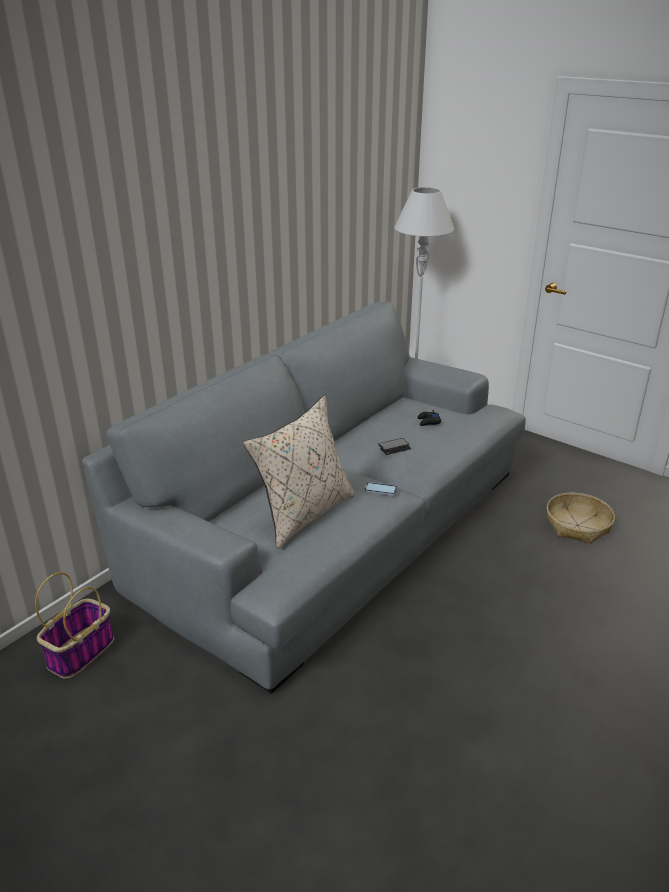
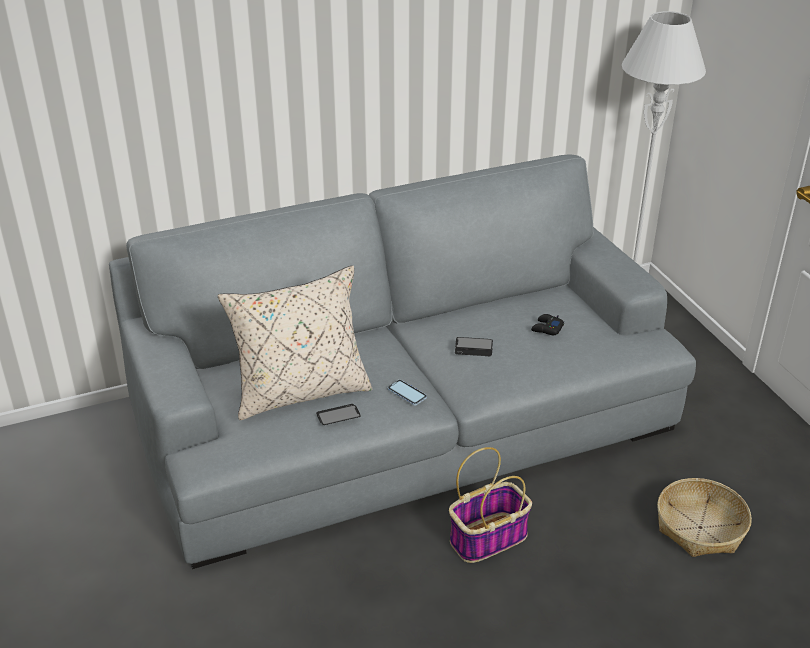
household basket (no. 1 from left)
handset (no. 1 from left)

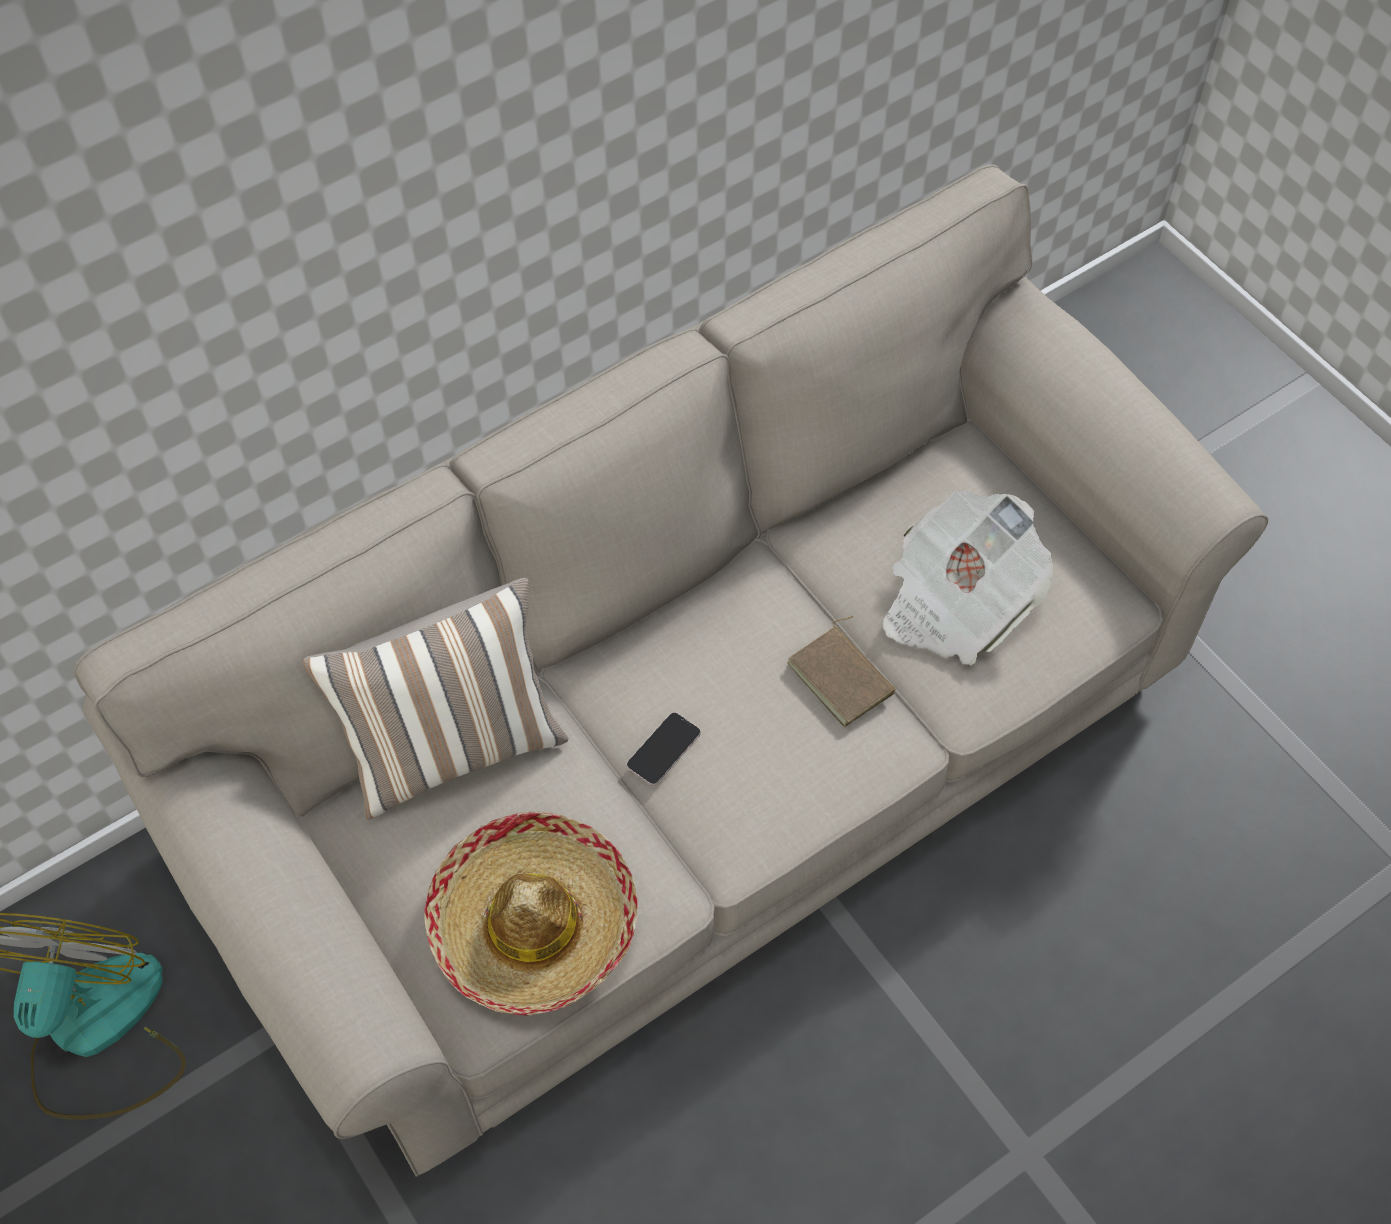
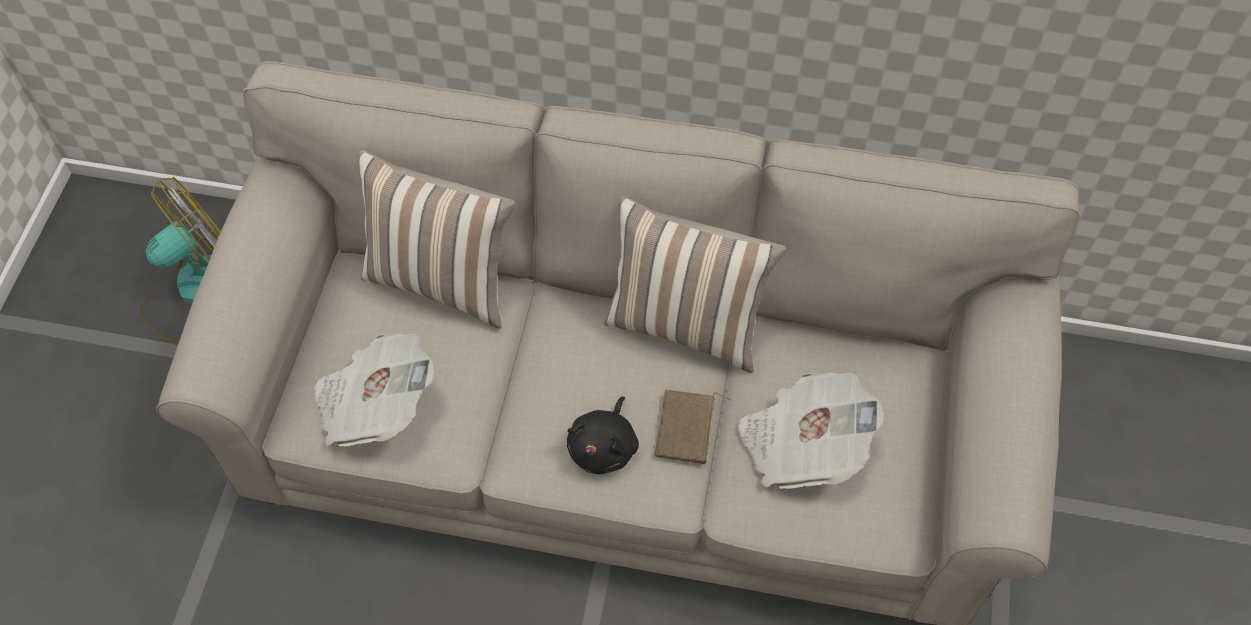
handset
daily paper (no. 1 from left)
cushion (no. 2 from left)
plush toy in black-coloured

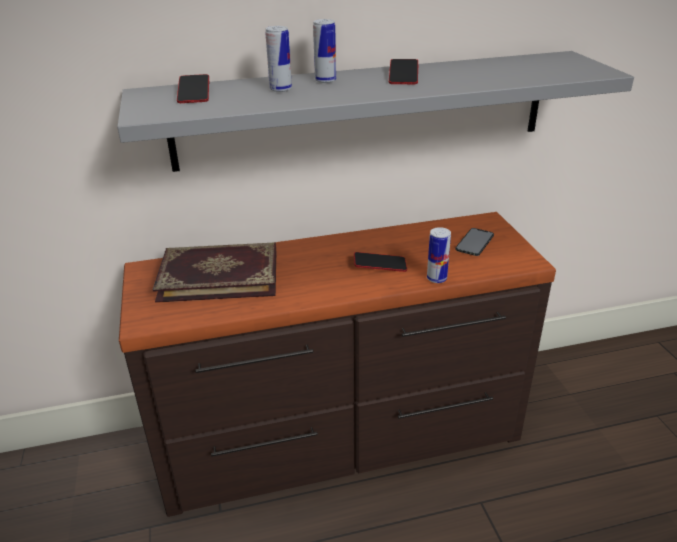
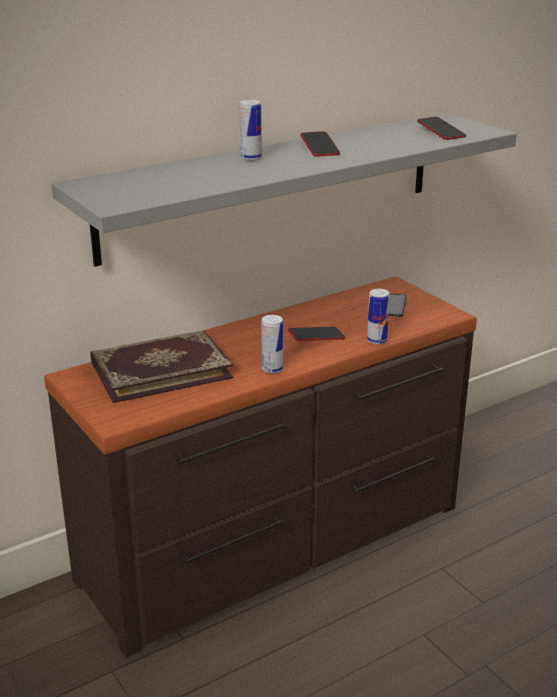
can (no. 2 from left)
handset (no. 4 from left)

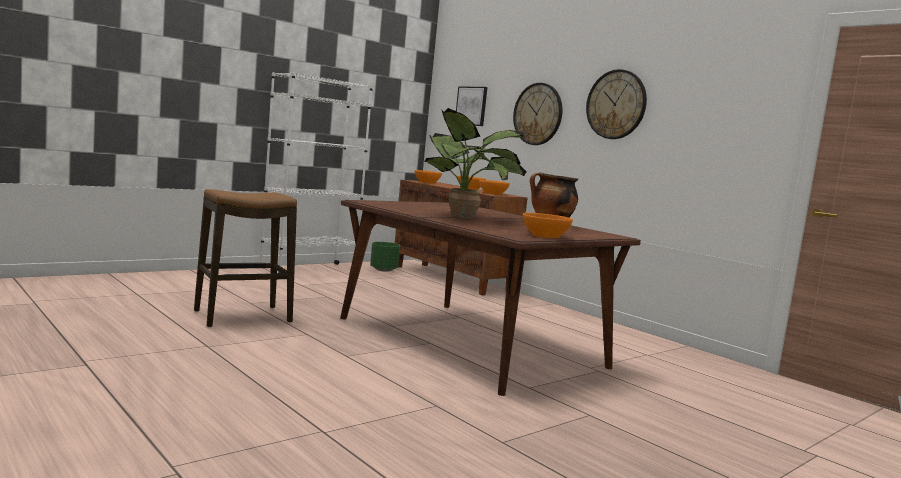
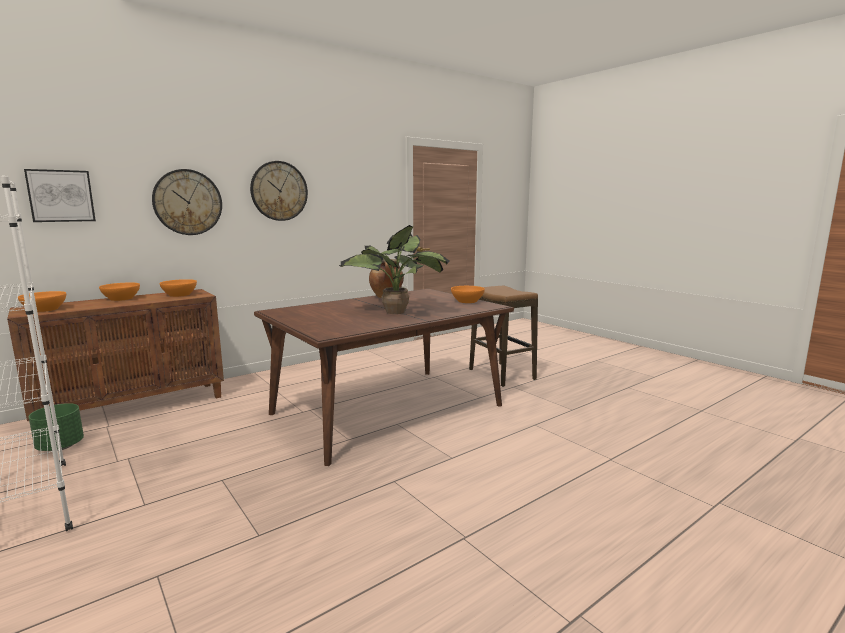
sitting stool

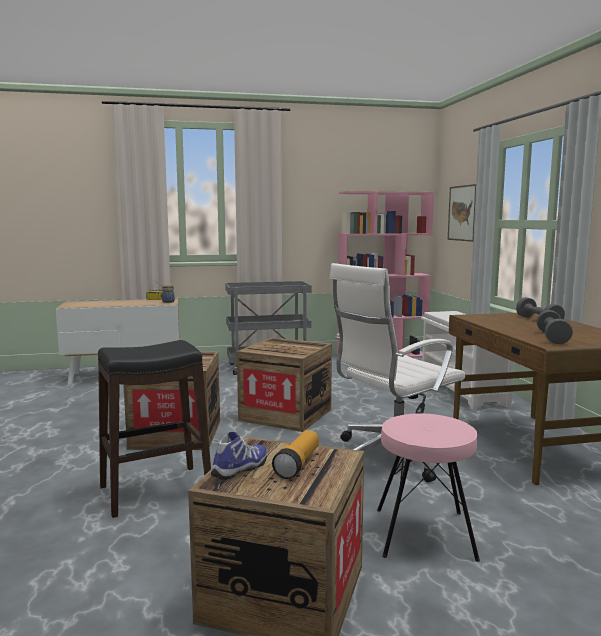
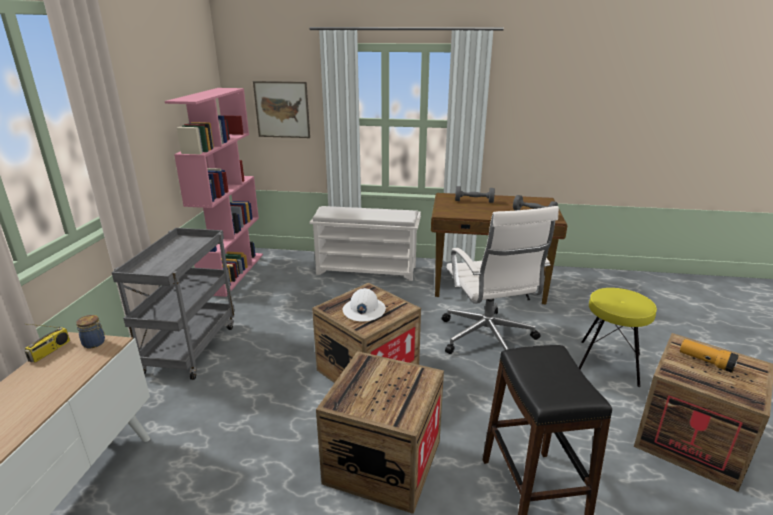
sitting stool in yellowish
shoe
work helmet in white

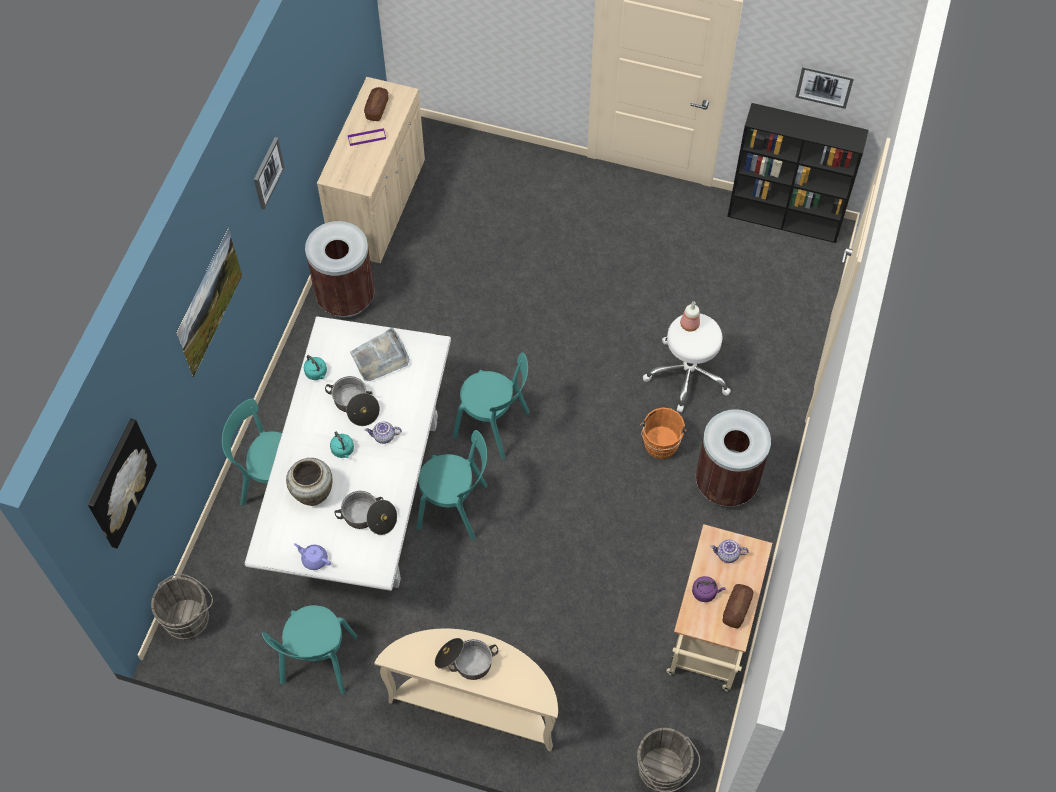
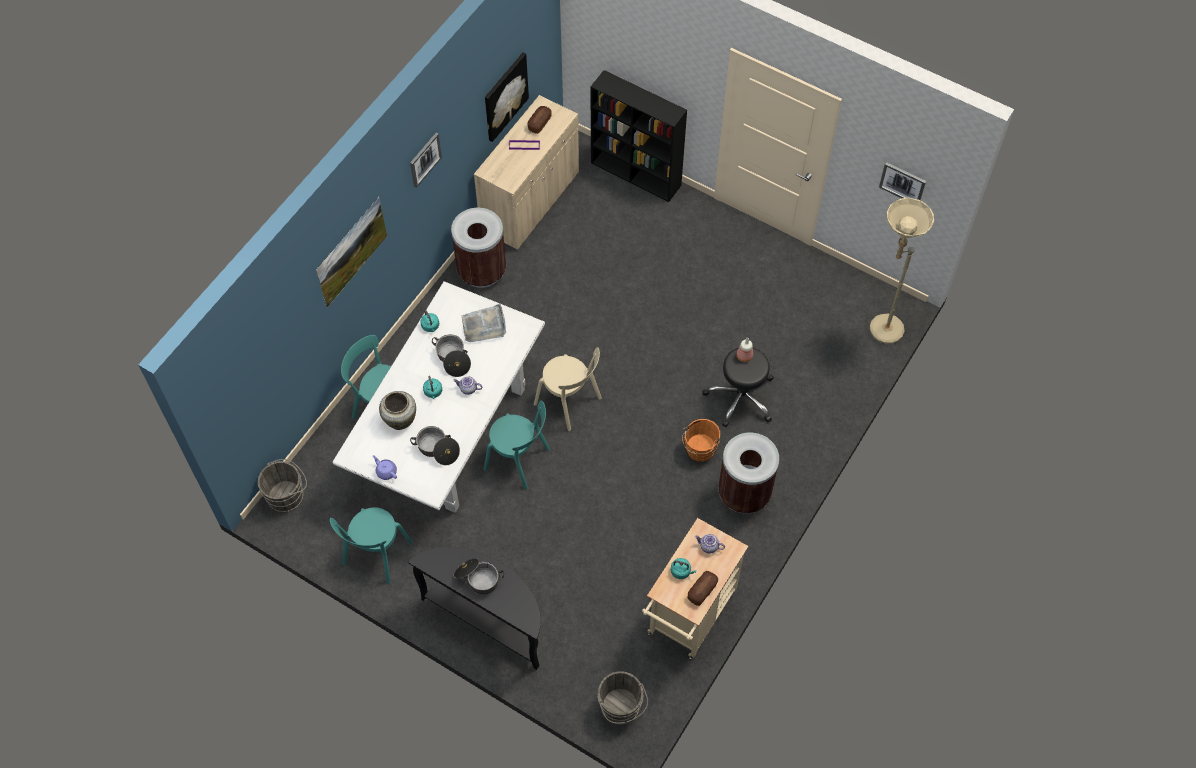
shelving unit in black-coloured
sitting stool in black-coloured
chair in sand-coloured
wall art (no. 3 from left)
kettle in turquoise-coloured (no. 3 from left)
hall table in black-coloured
standard lamp in sand-coloured

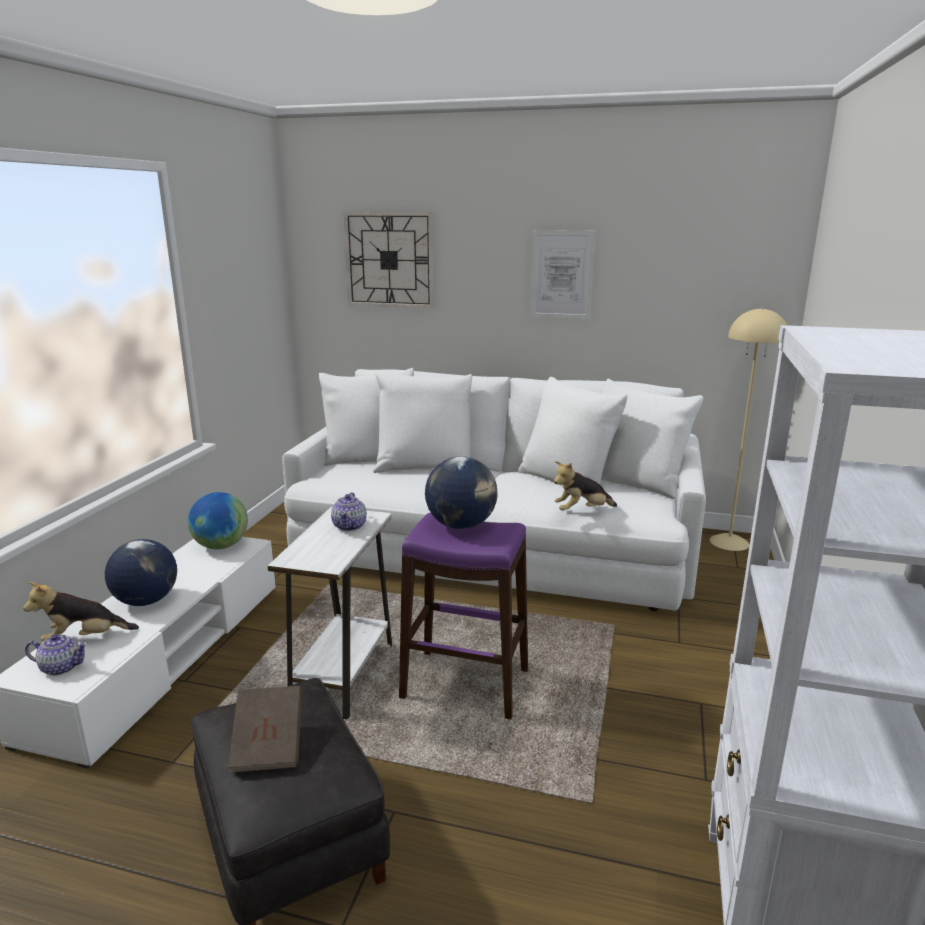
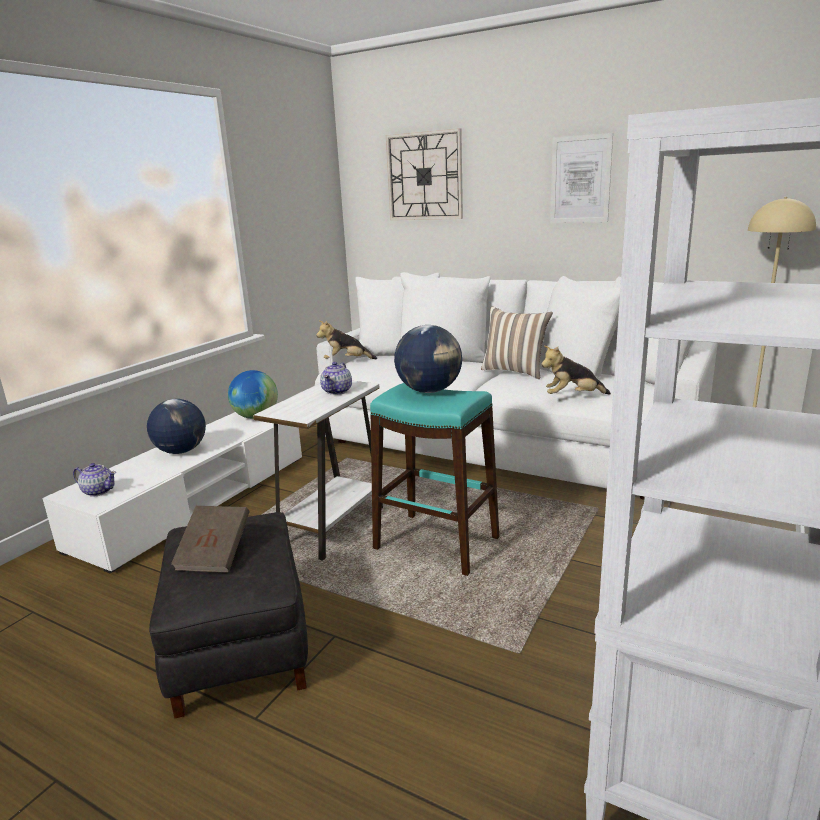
sitting stool in turquoise-coloured
plush toy (no. 1 from left)
cushion

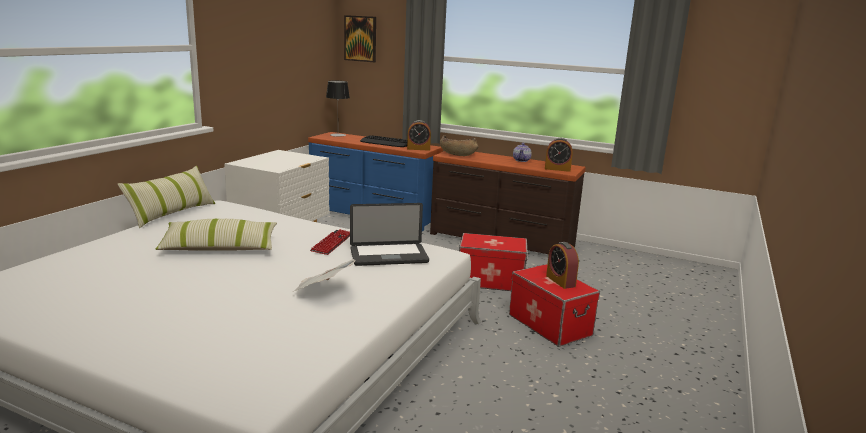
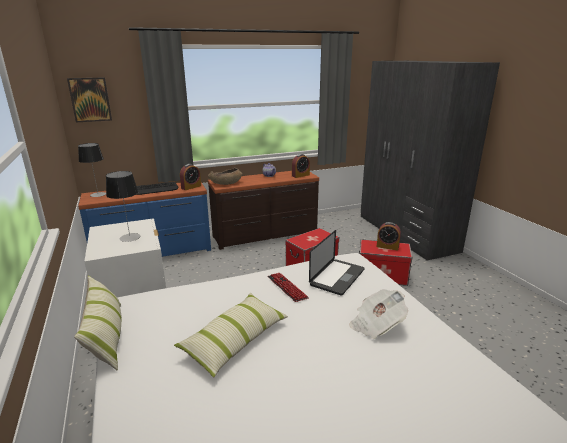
wardrobe in gray
tabletop lamp (no. 2 from left)

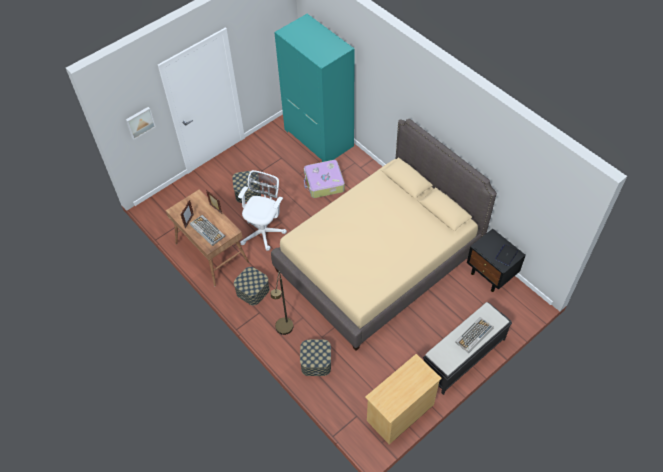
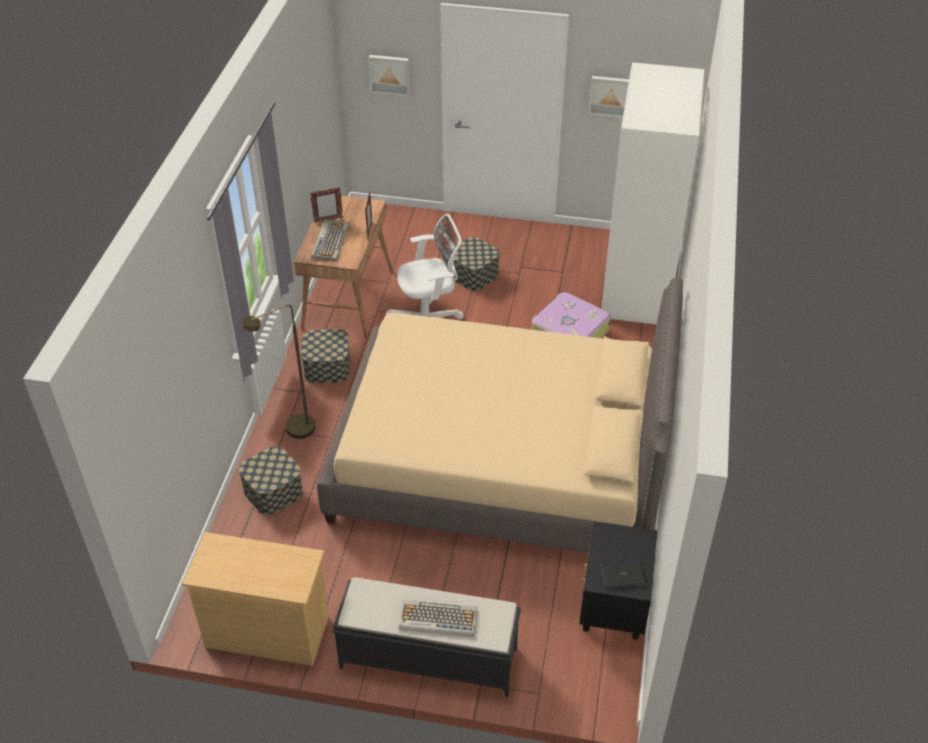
wardrobe in white
wall art (no. 2 from left)

